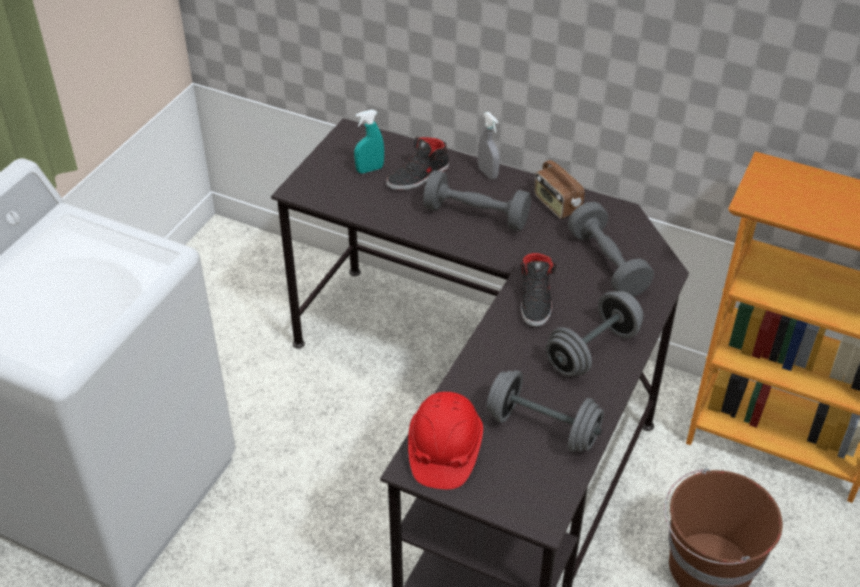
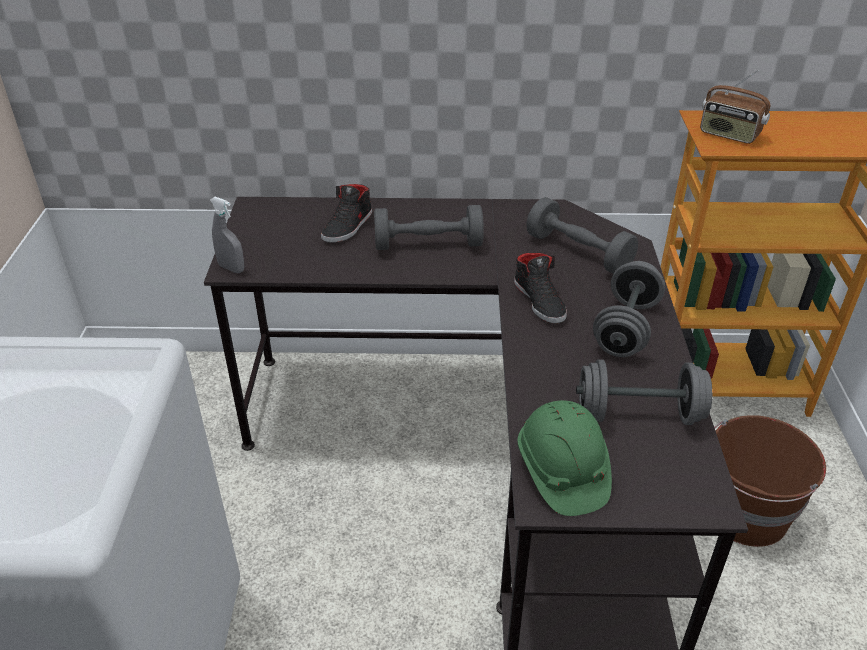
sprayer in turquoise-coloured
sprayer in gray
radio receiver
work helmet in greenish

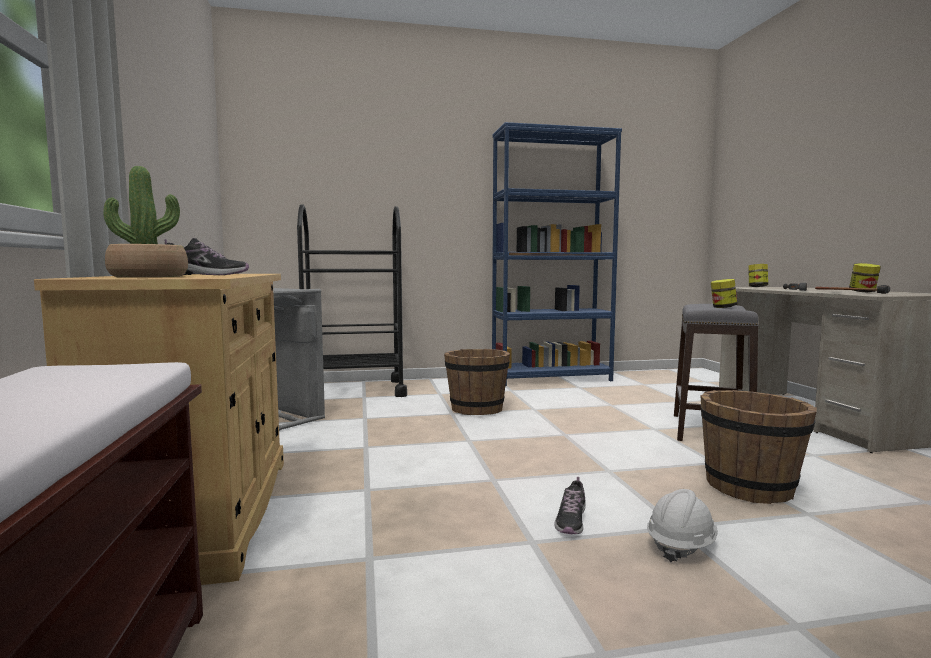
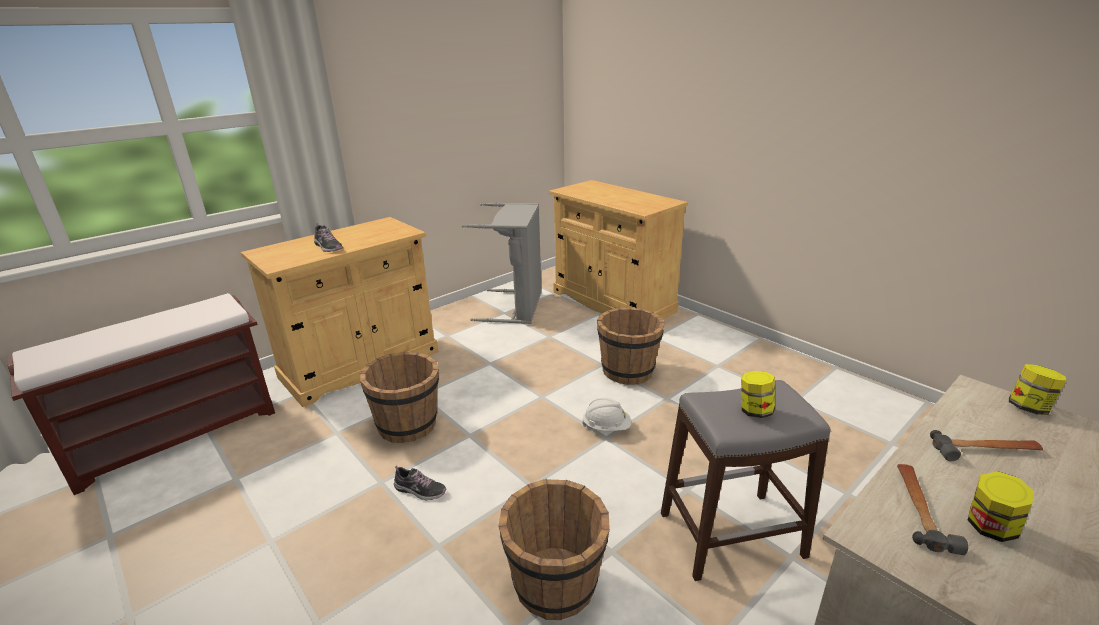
shelving unit in bluish
houseplant
cabinet in sand-coloured (no. 2 from left)
shoe (no. 2 from left)
work helmet in white
bucket in brown-coloured (no. 1 from left)

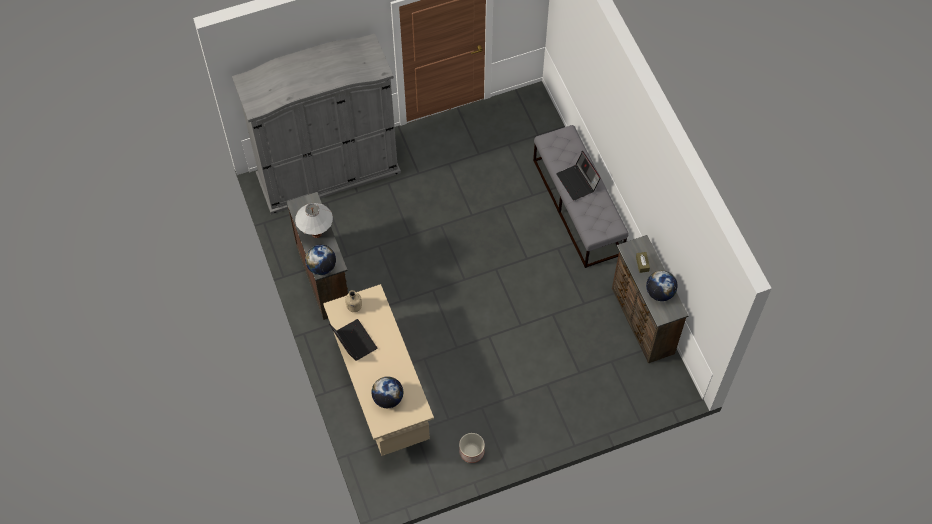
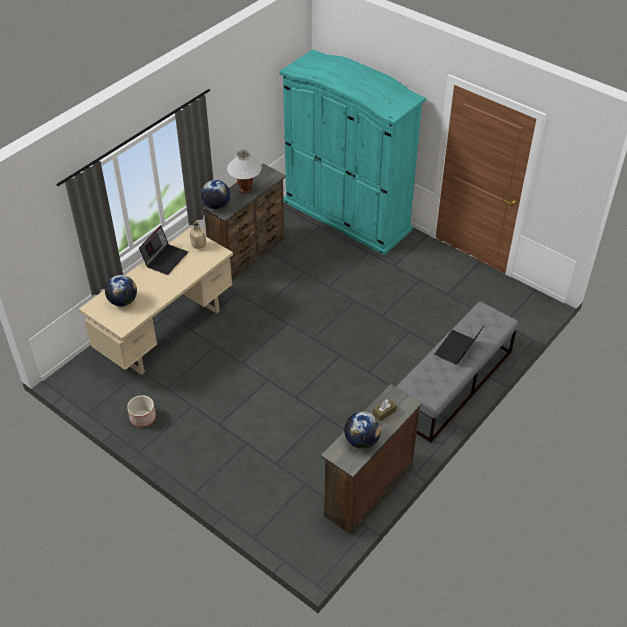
wardrobe in turquoise-coloured

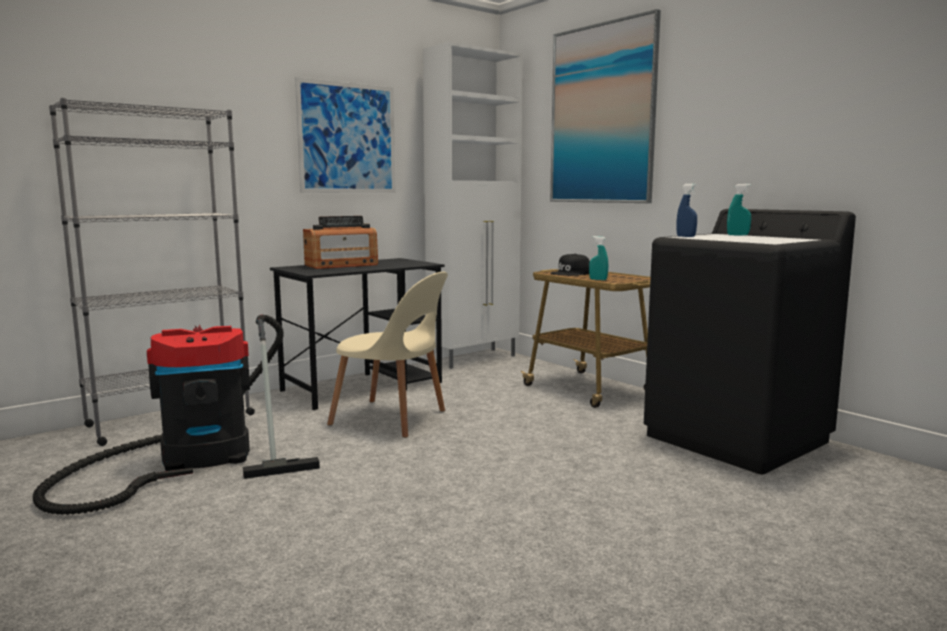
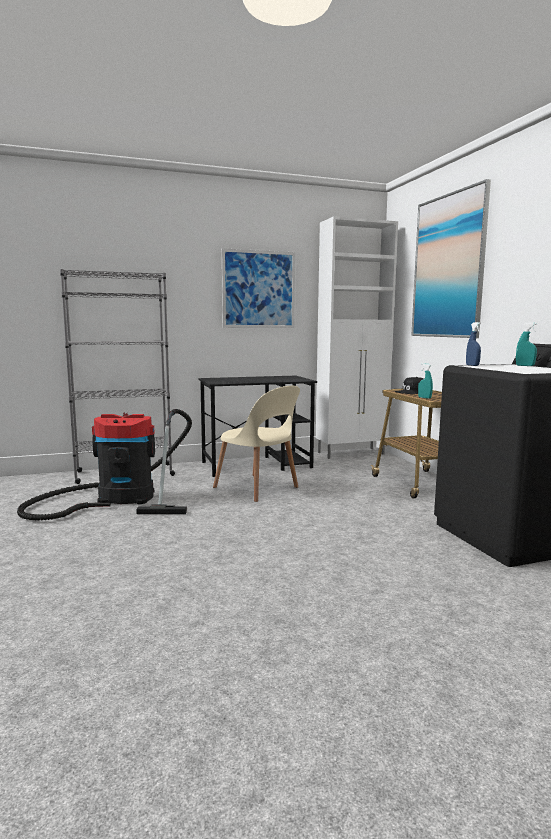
radio receiver

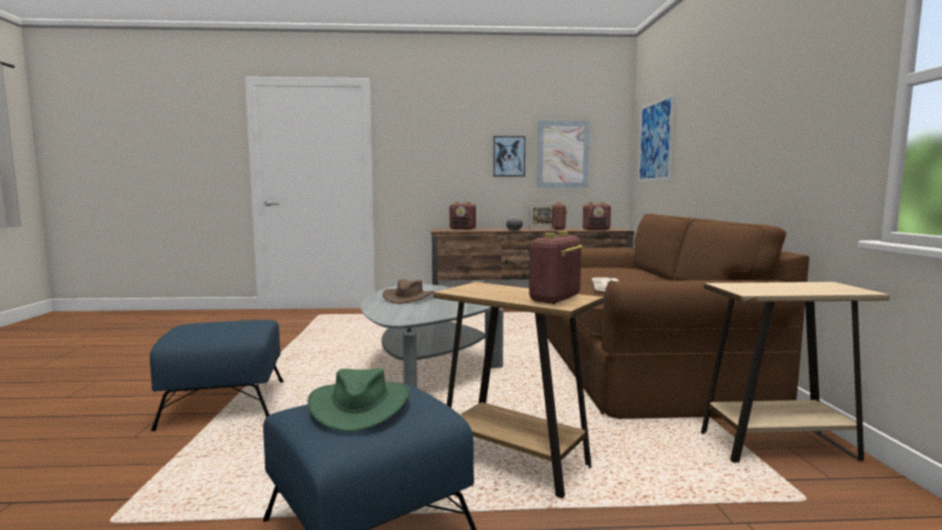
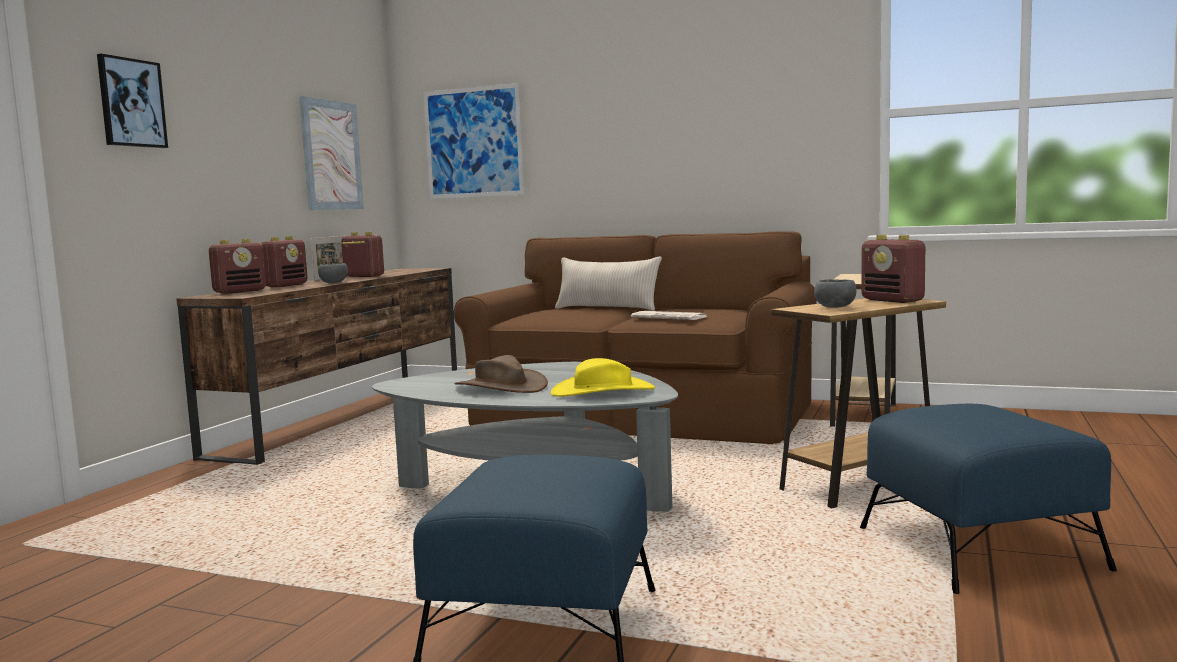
wall art (no. 1 from left)
radio receiver (no. 2 from left)
wearable hat in greenish
cushion in sand-coloured
serving bowl in gray (no. 2 from left)
wearable hat in yellowish

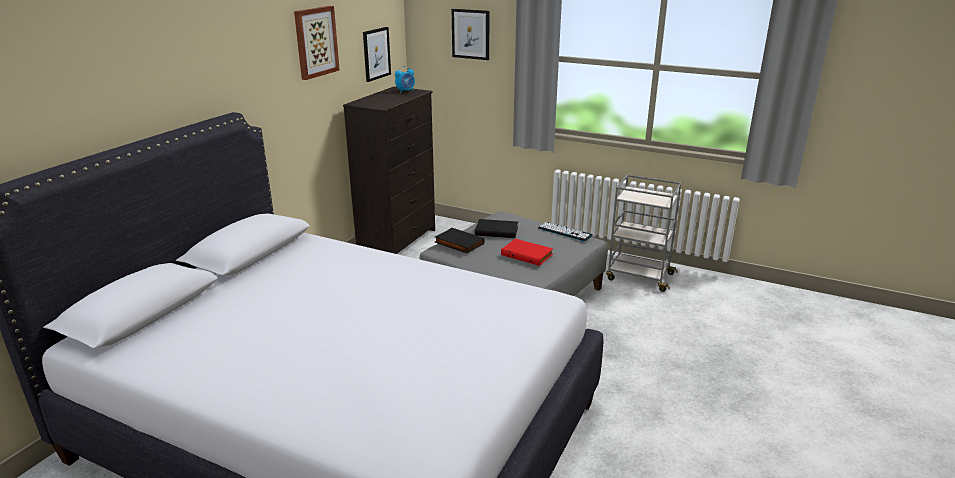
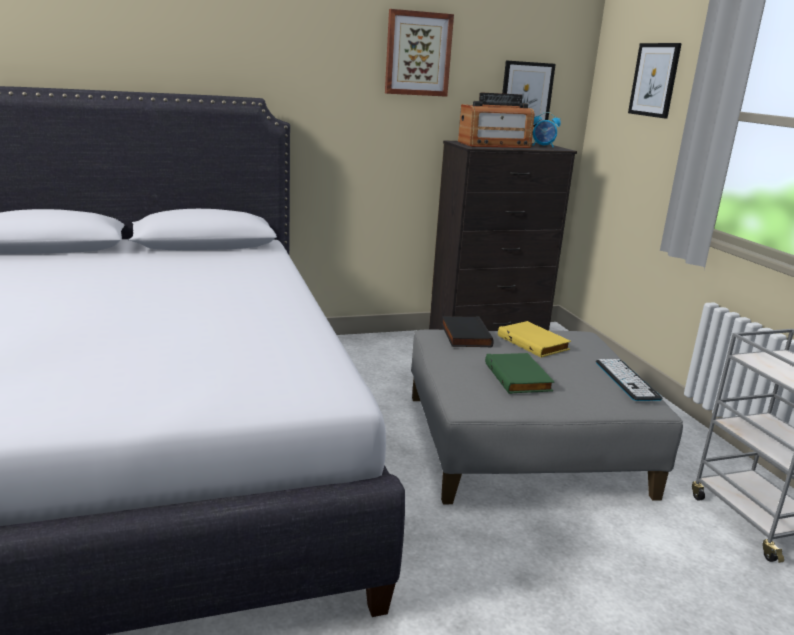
volume in yellowish
volume in greenish
radio receiver

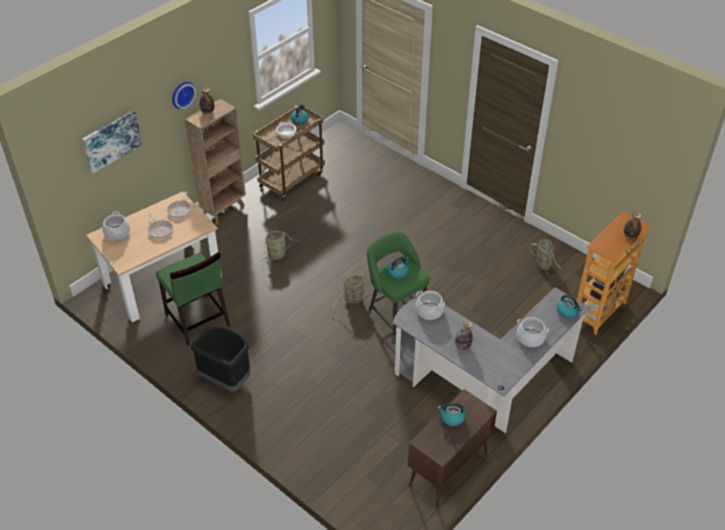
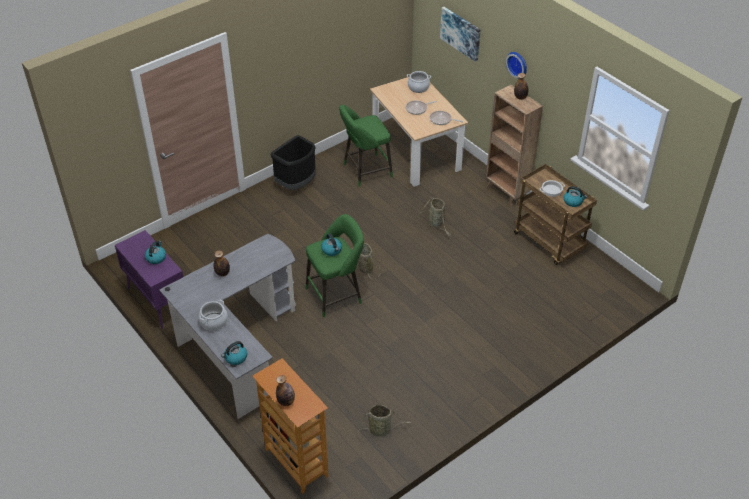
sitting stool in greenish (no. 2 from left)
saucepot (no. 3 from left in the first image)
cabinet in purple

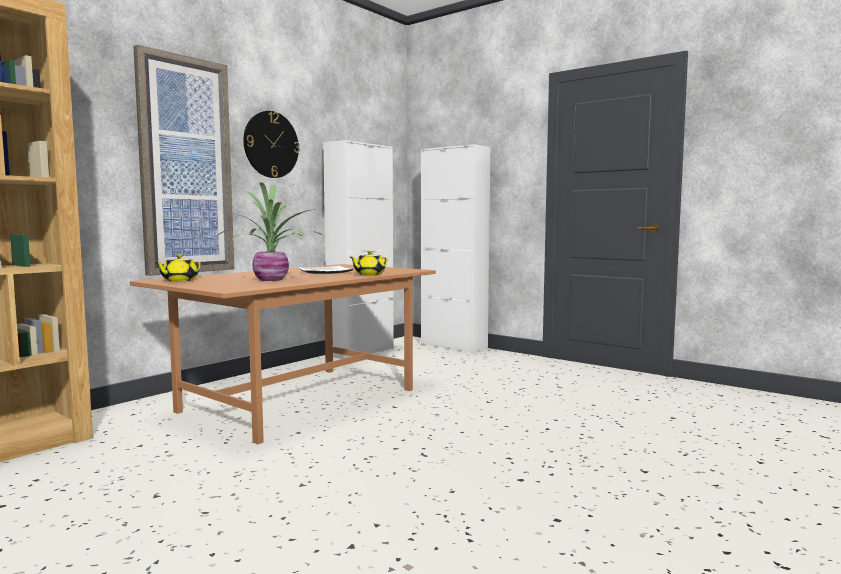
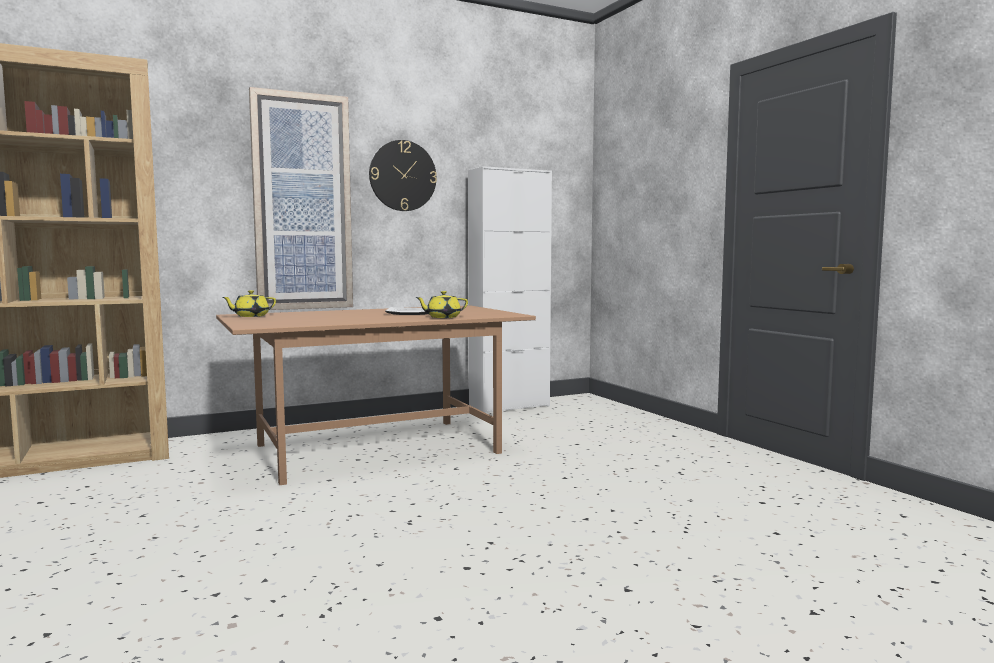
cabinet in white (no. 2 from left in the first image)
houseplant

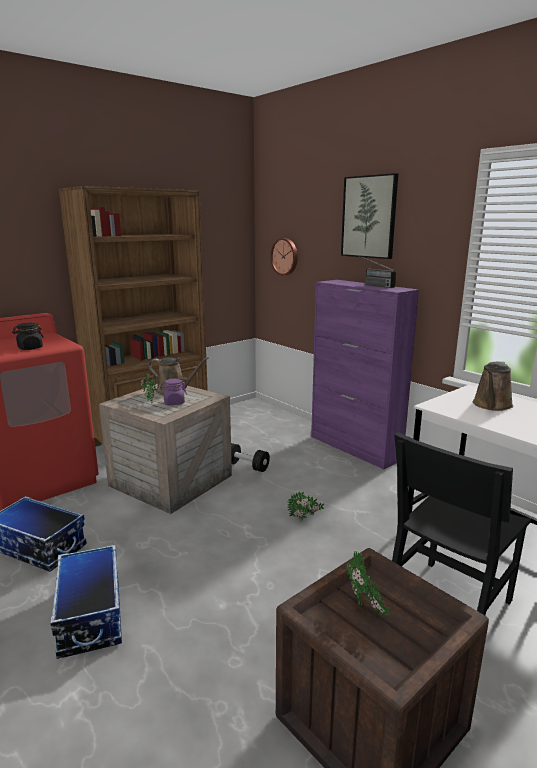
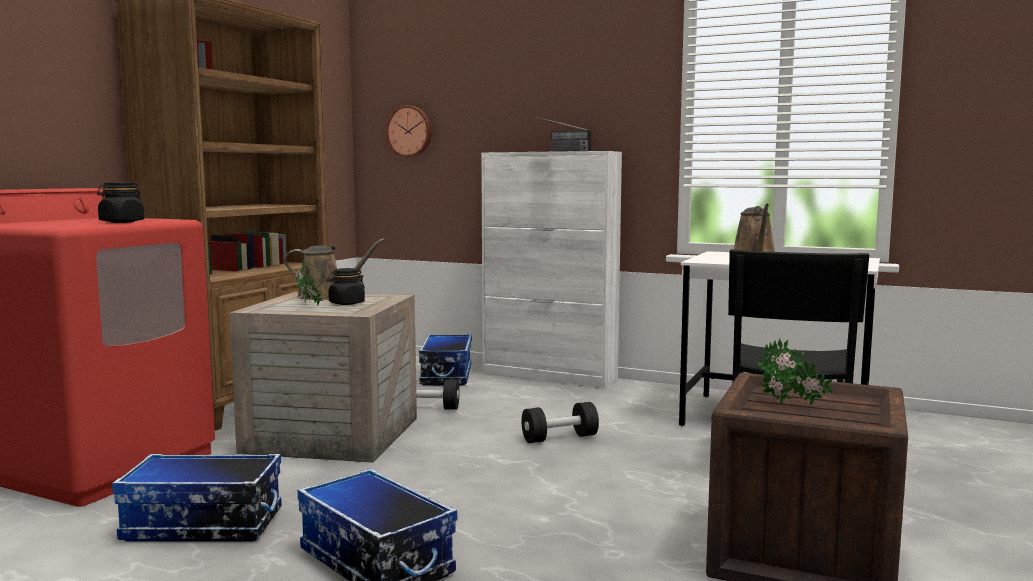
wall art
cabinet in white
storage jar in black-coloured (no. 2 from left)
free weight in black-coloured (no. 2 from left)
storage box (no. 3 from left)

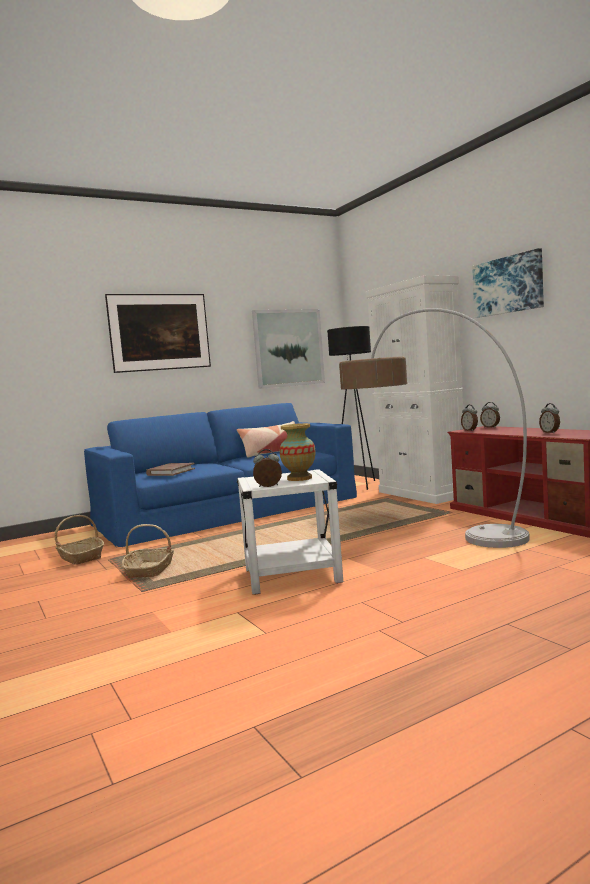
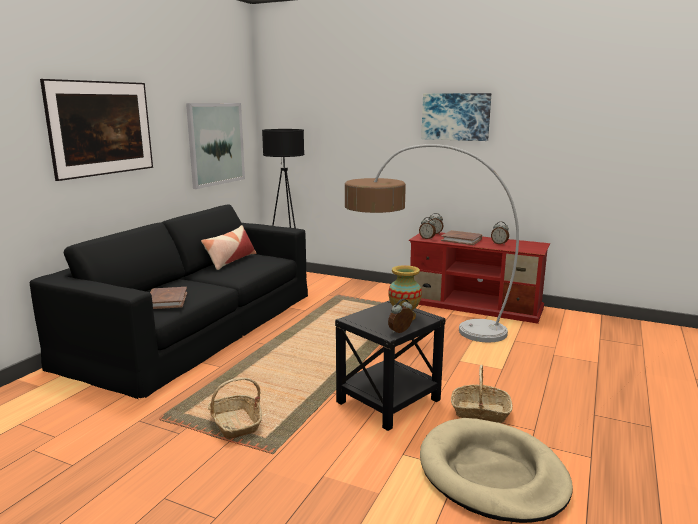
cabinet in white
couch in black-coloured
end table in black-coloured
household basket (no. 2 from left)
volume in brown-coloured (no. 2 from left)
dog cushion in sand-coloured

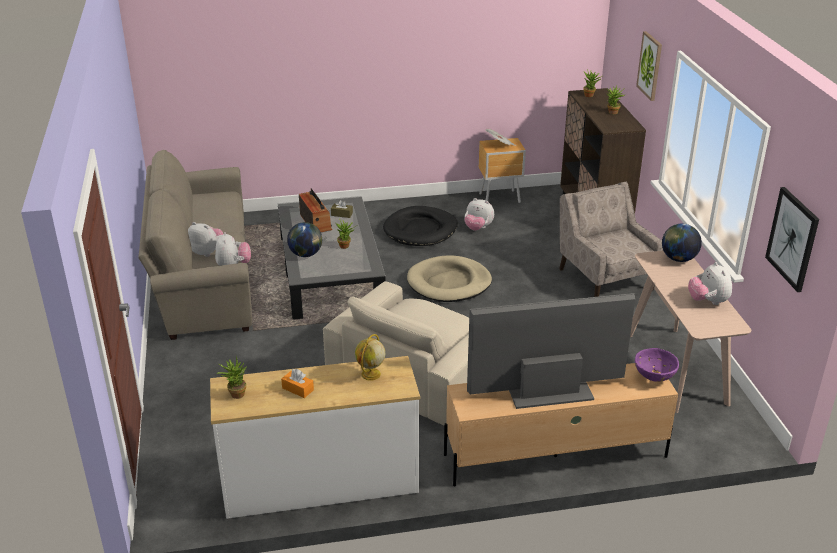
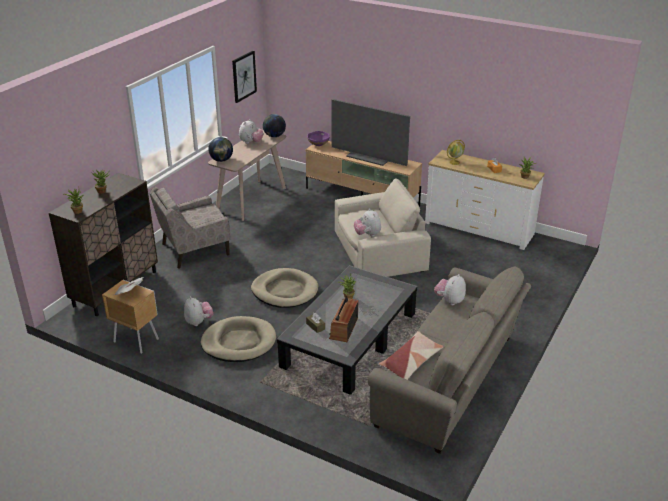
wall art (no. 1 from left in the first image)
easy chair in sand-coloured (no. 1 from left)
dog cushion in sand-coloured (no. 1 from left)
plush toy (no. 3 from left)
world globe (no. 2 from left)
cushion

